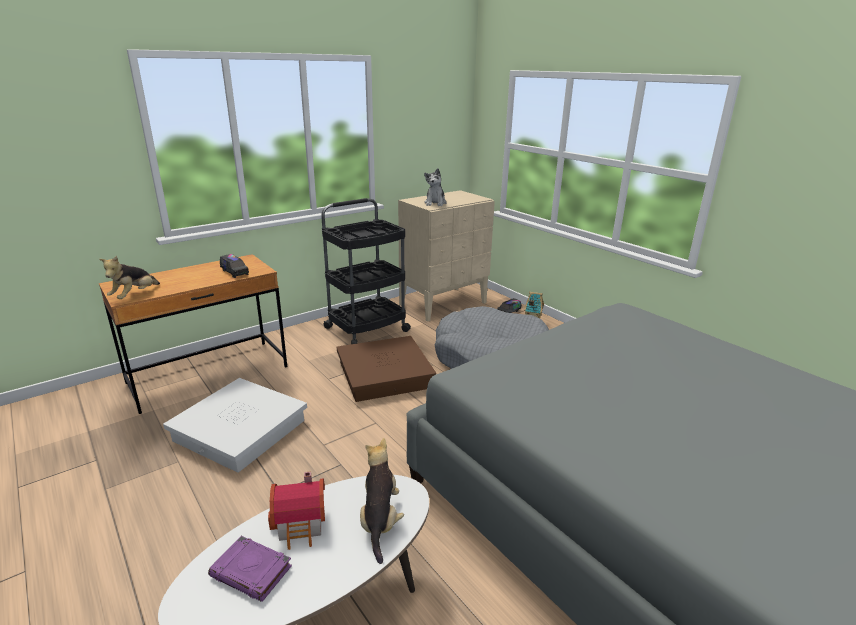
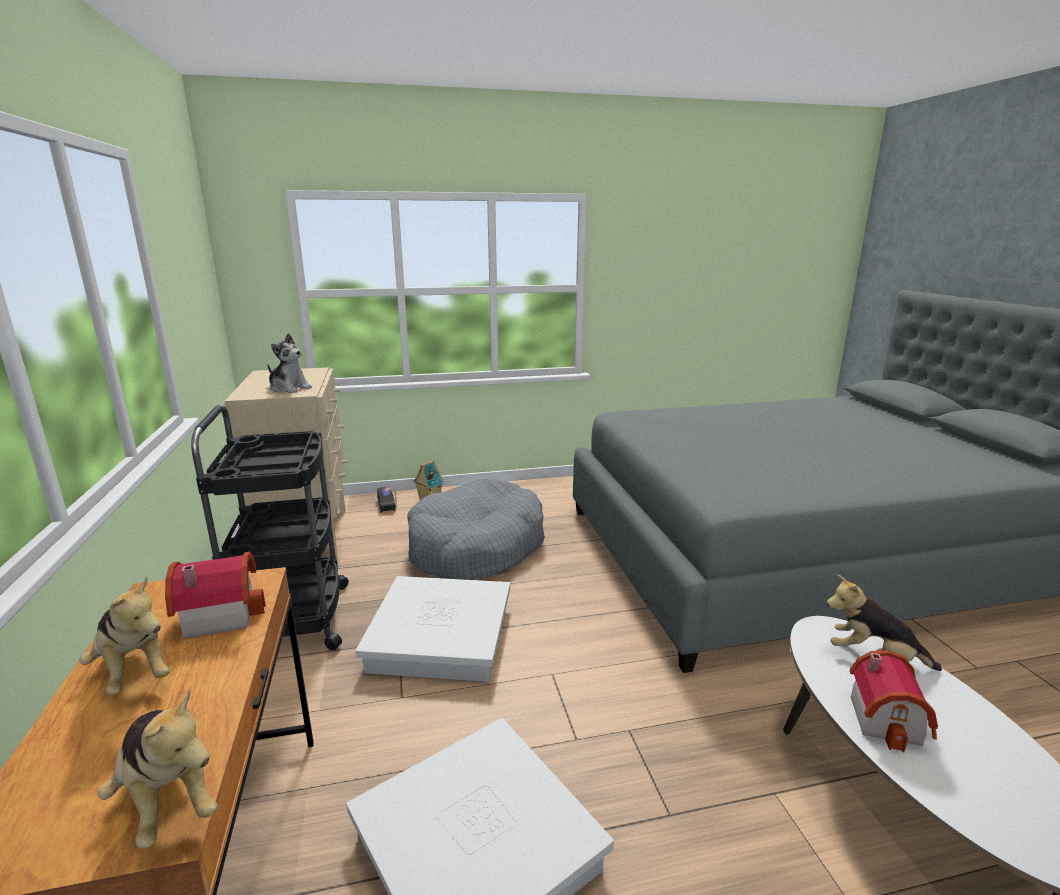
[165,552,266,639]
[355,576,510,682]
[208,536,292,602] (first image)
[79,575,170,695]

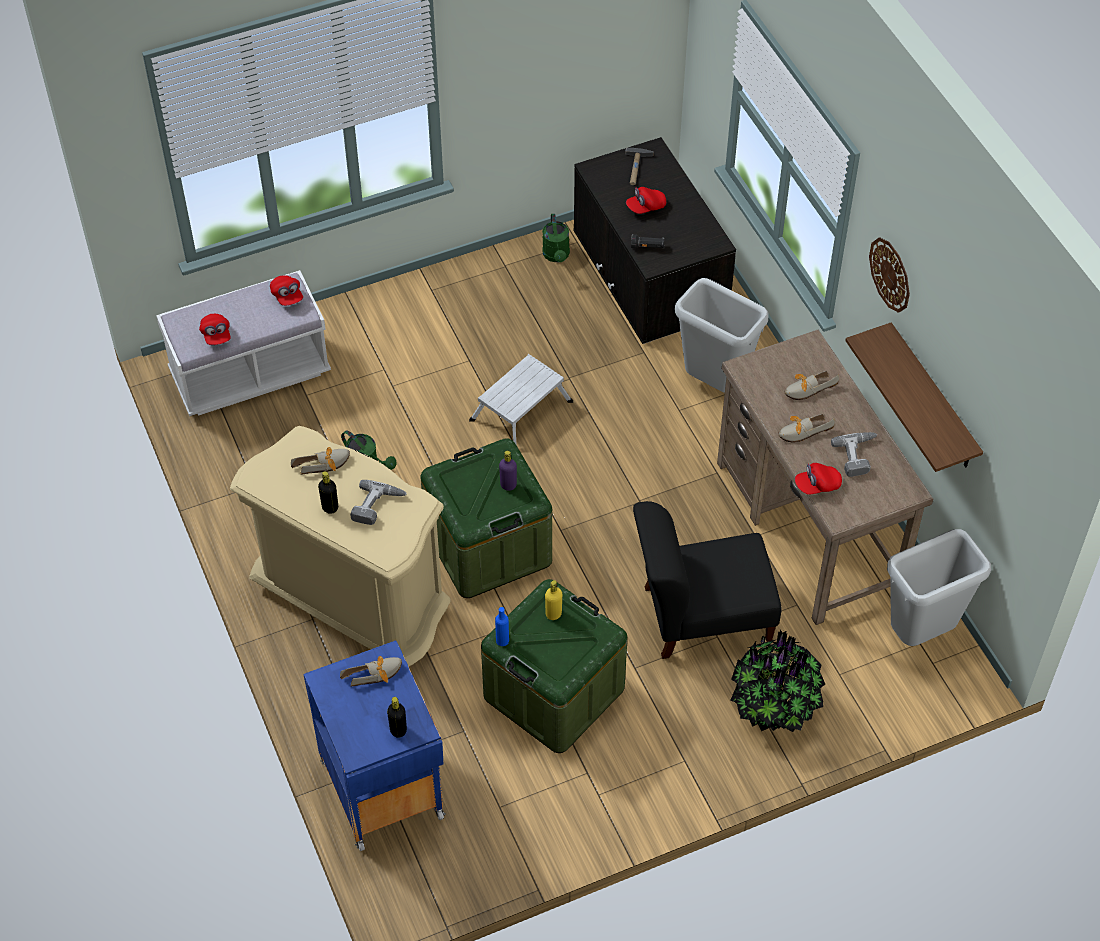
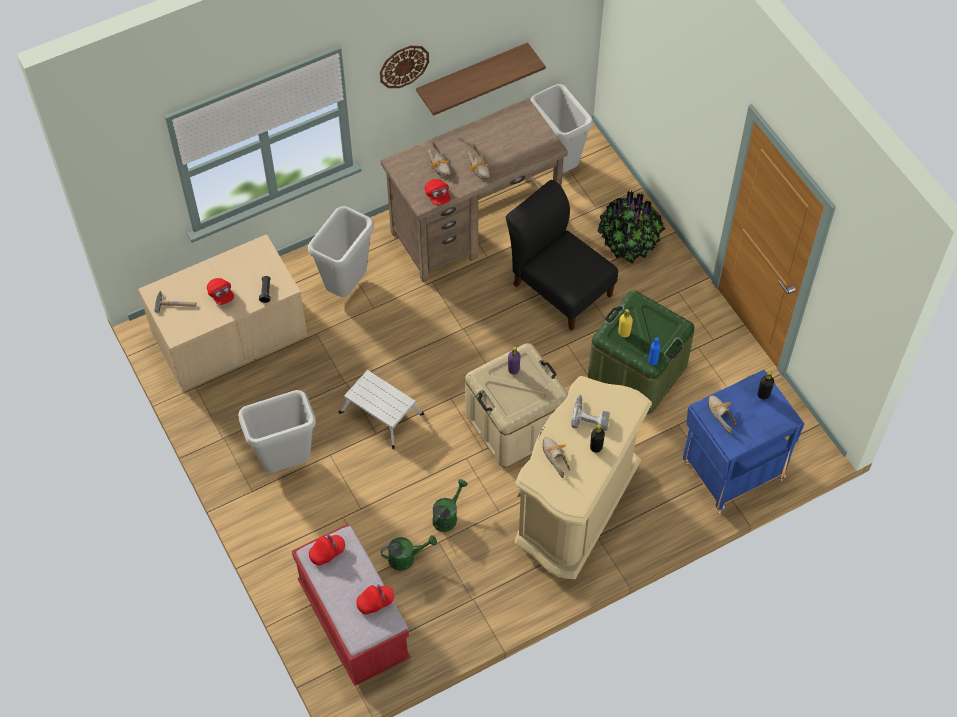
[138,234,308,391]
[381,535,437,571]
[292,524,411,686]
[831,432,877,477] (first image)
[465,343,568,467]
[425,179,451,205]
[506,180,618,331]
[238,390,316,473]

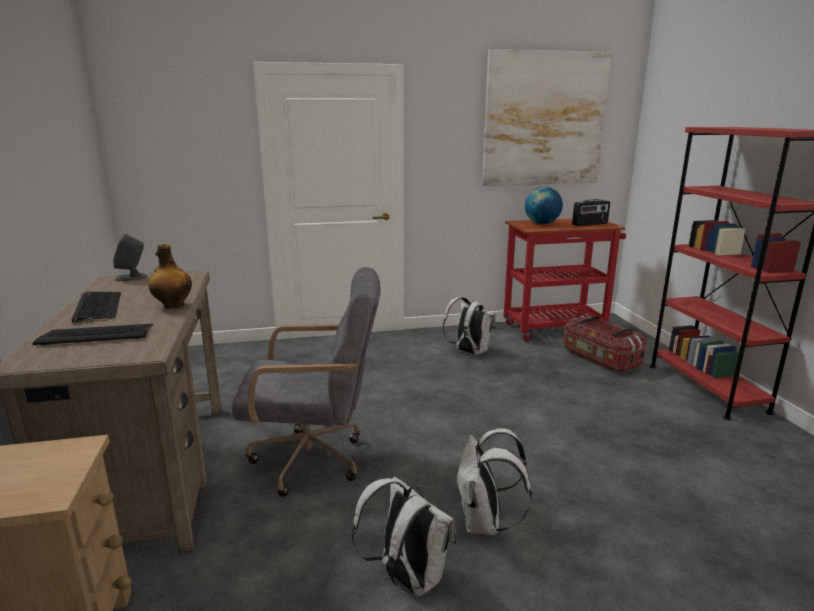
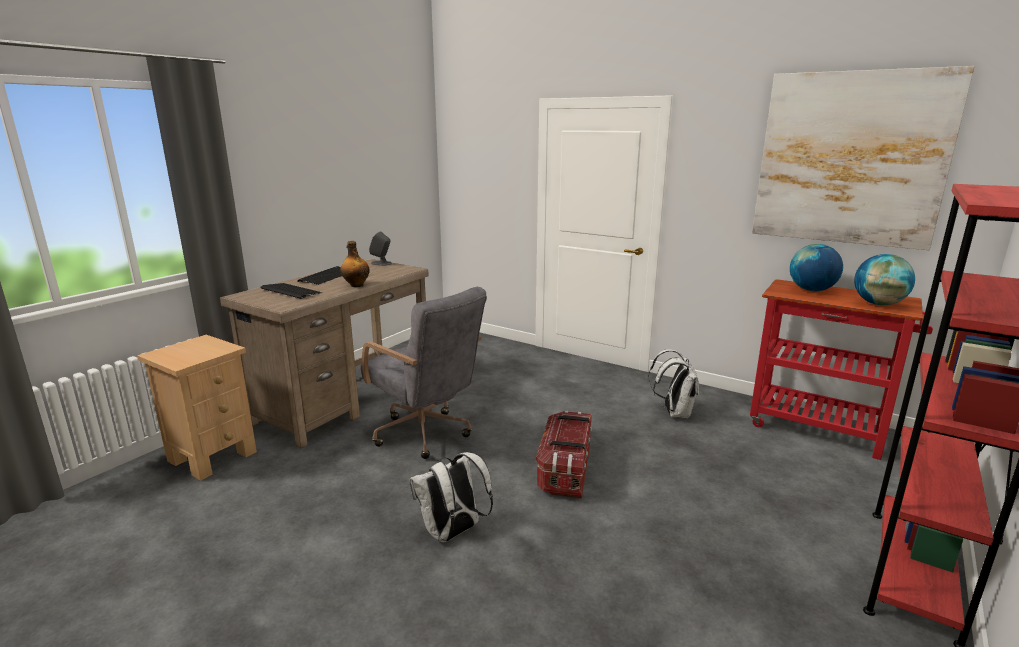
[854,254,915,305]
[536,410,592,499]
[352,476,456,597] (first image)

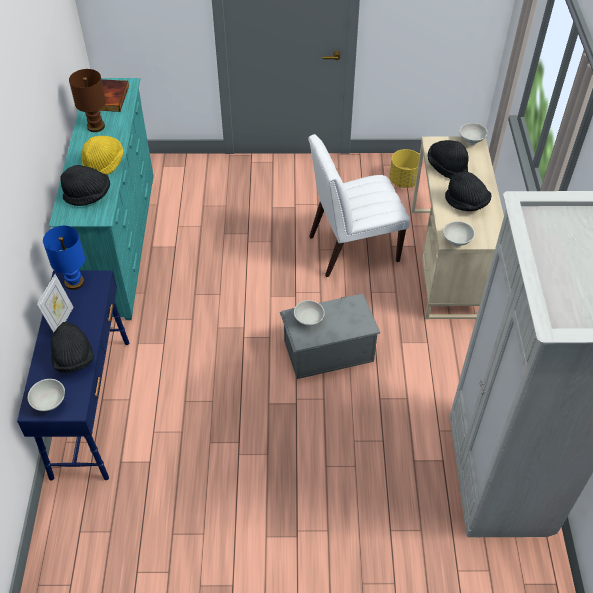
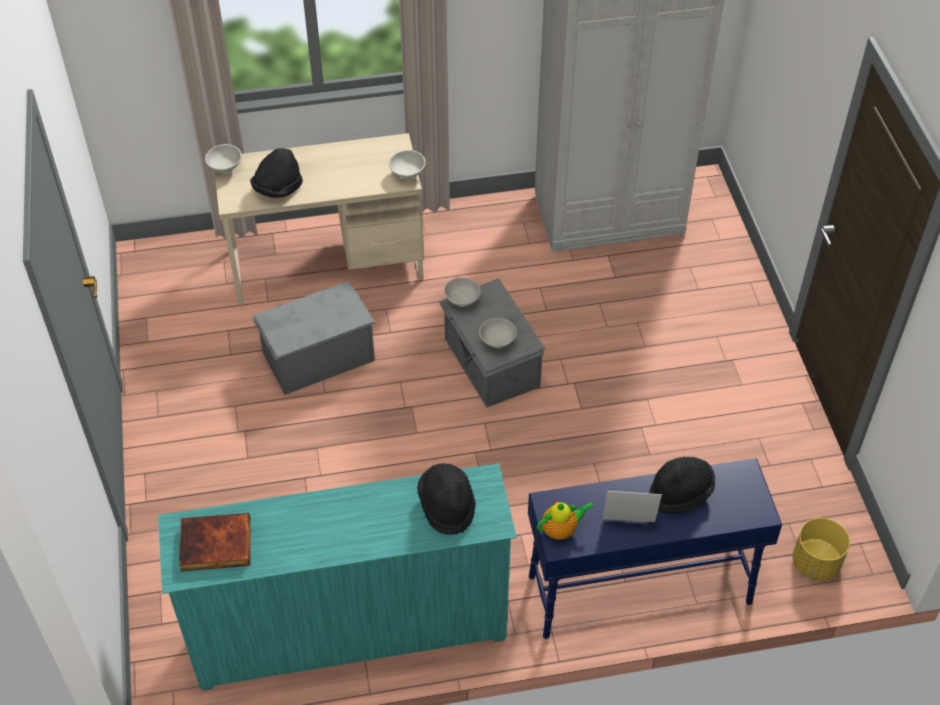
[69,69,106,132] (first image)
[252,281,375,395]
[82,136,124,175] (first image)
[793,518,850,581]
[445,172,492,211] (first image)
[537,501,594,540]
[444,277,481,307]

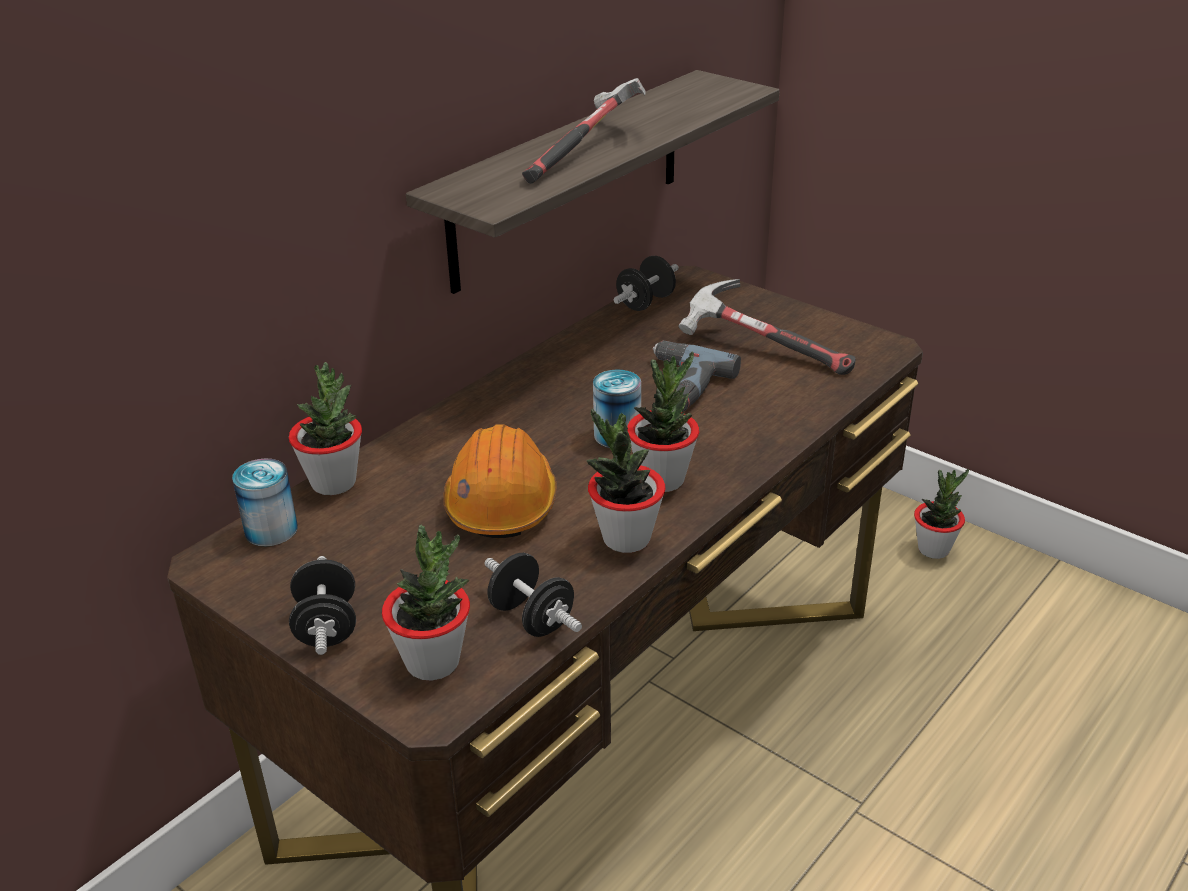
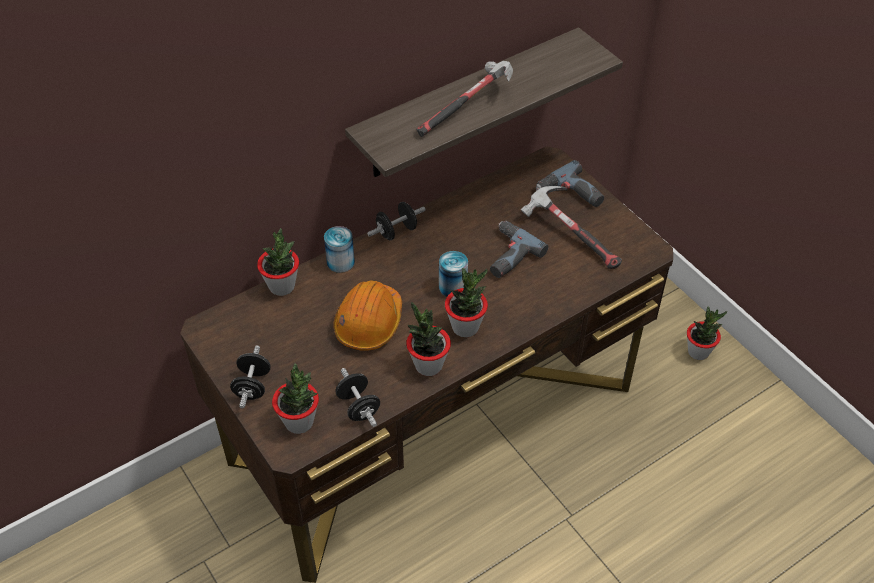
[367,202,426,240]
[324,226,355,273]
[536,160,604,207]

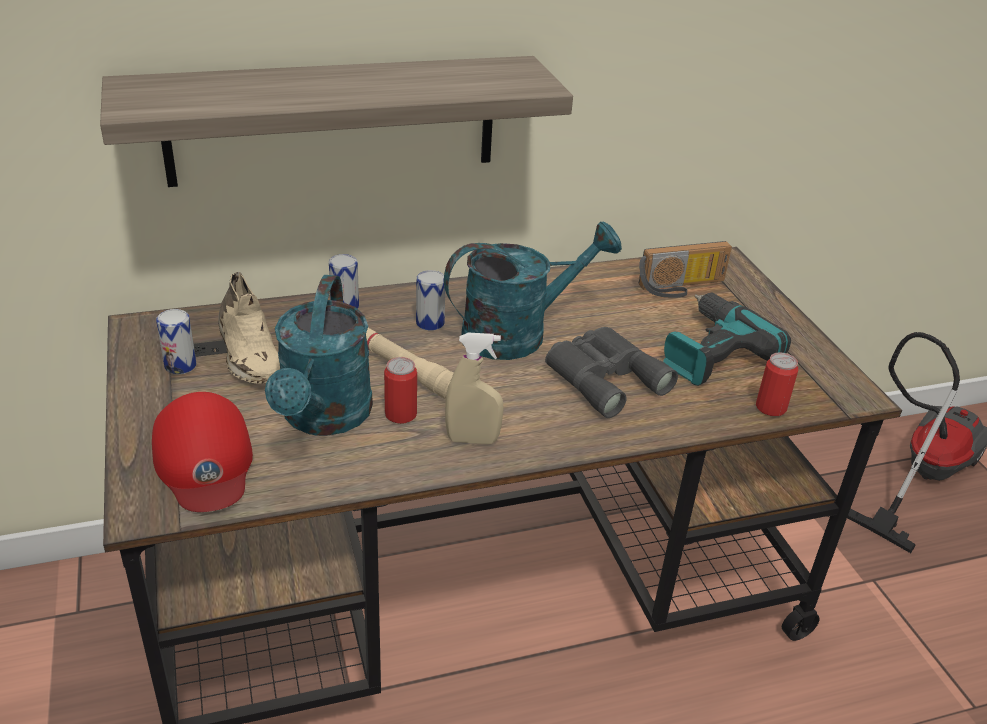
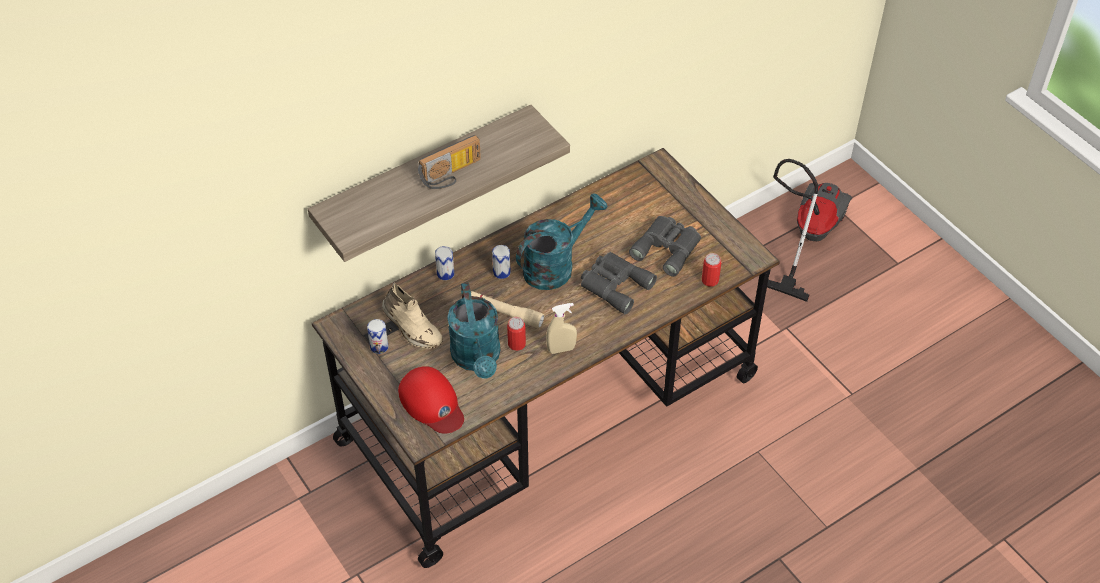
[418,135,481,189]
[629,216,701,277]

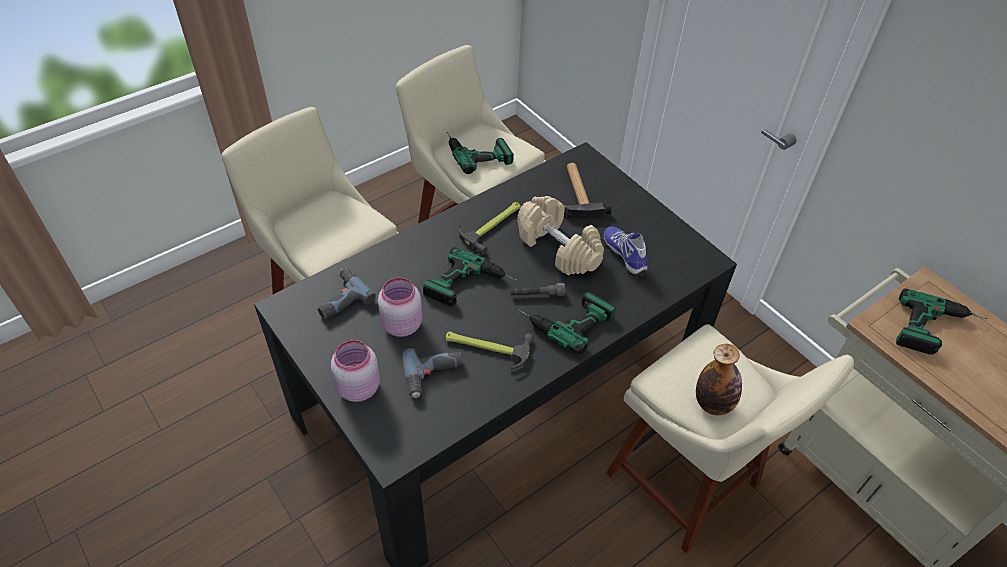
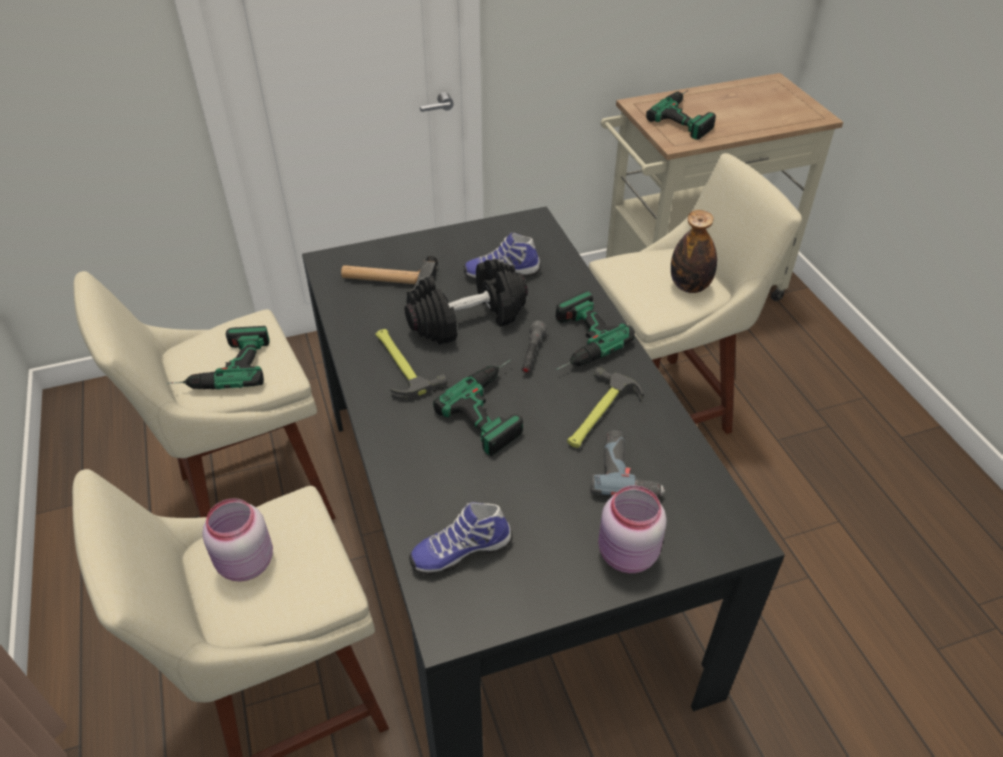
[405,259,528,345]
[409,502,512,575]
[202,498,273,581]

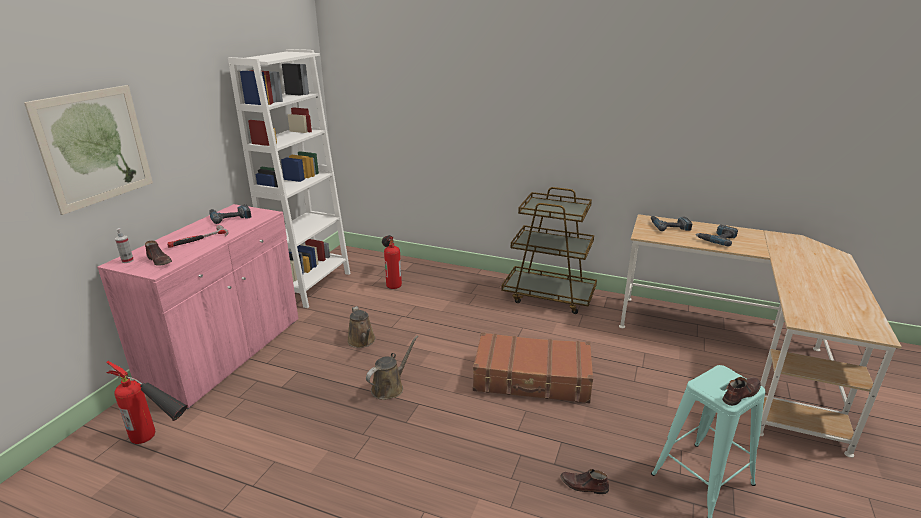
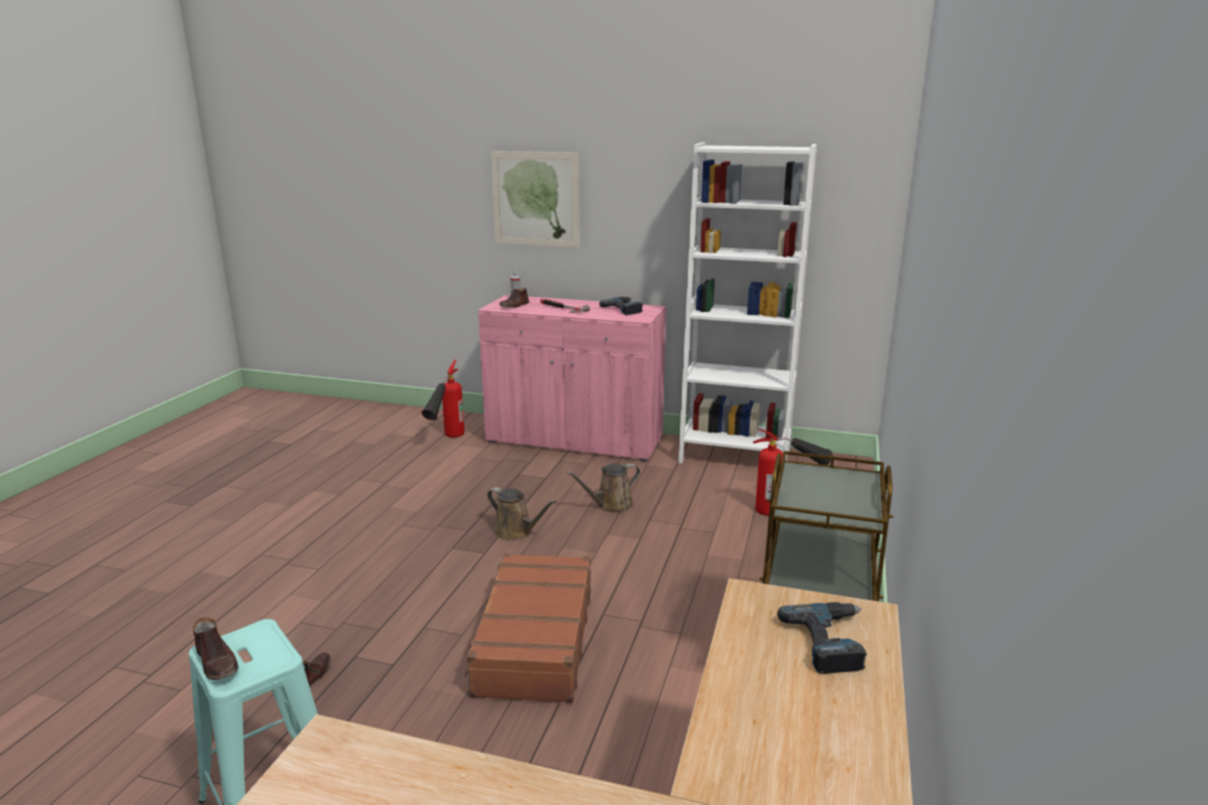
[695,225,738,246] (first image)

